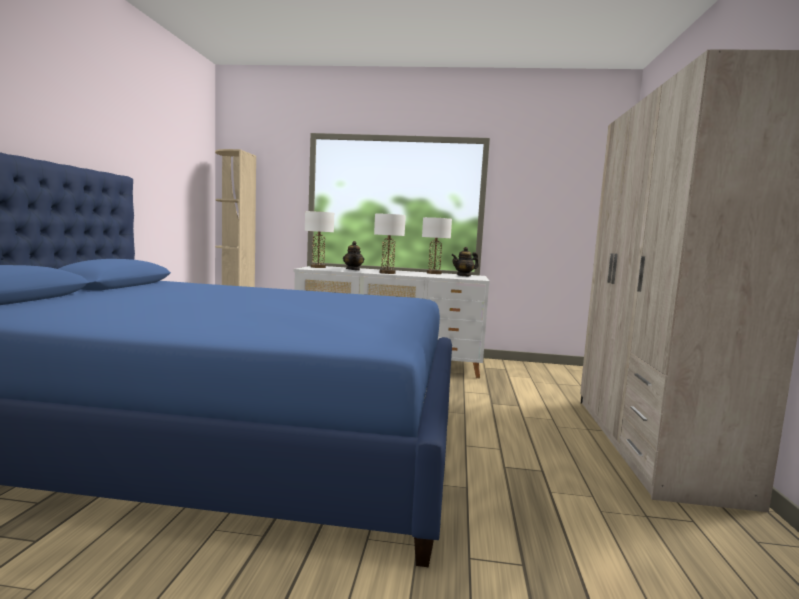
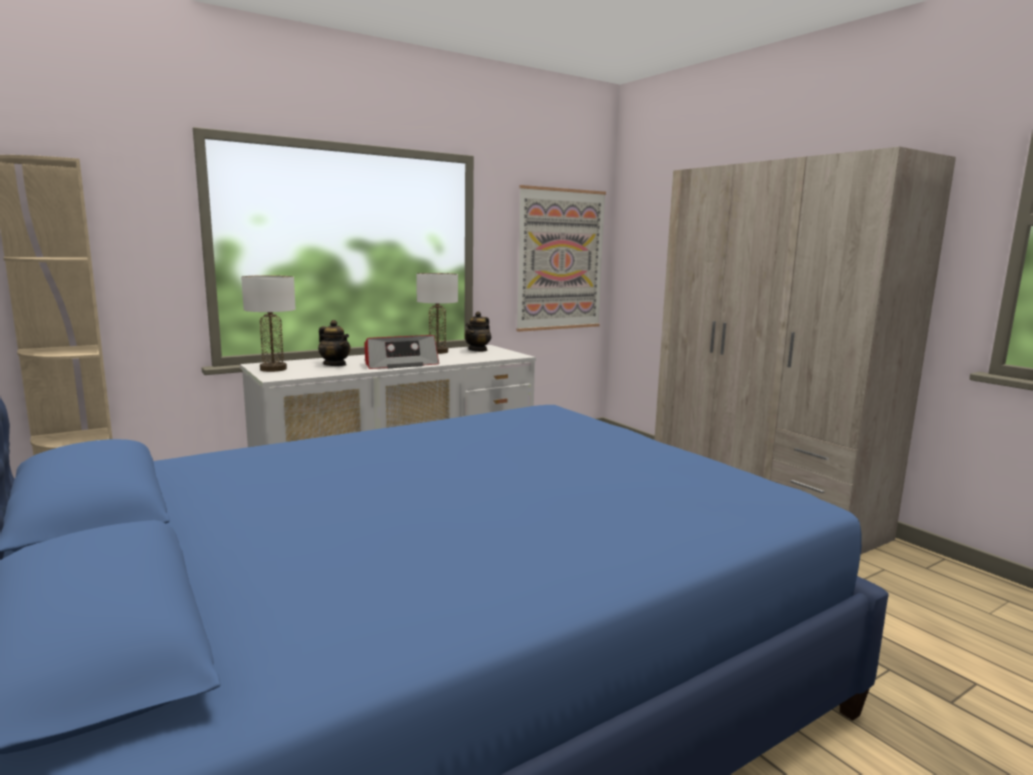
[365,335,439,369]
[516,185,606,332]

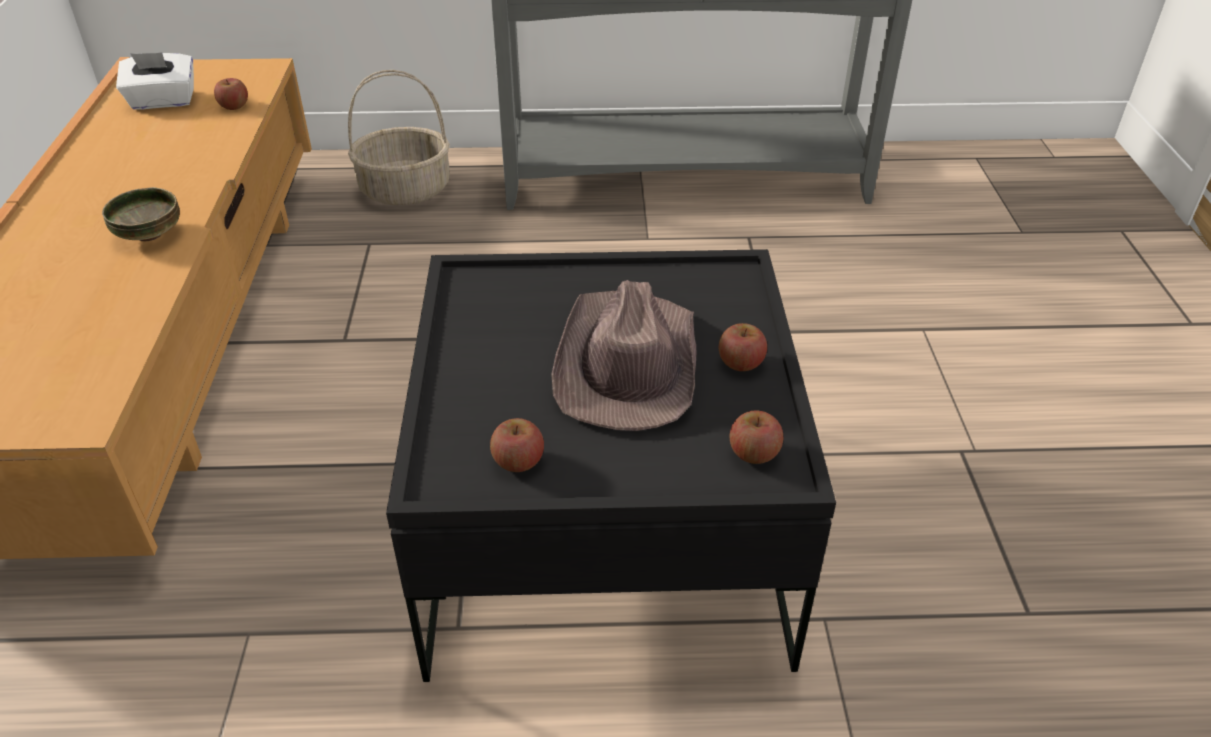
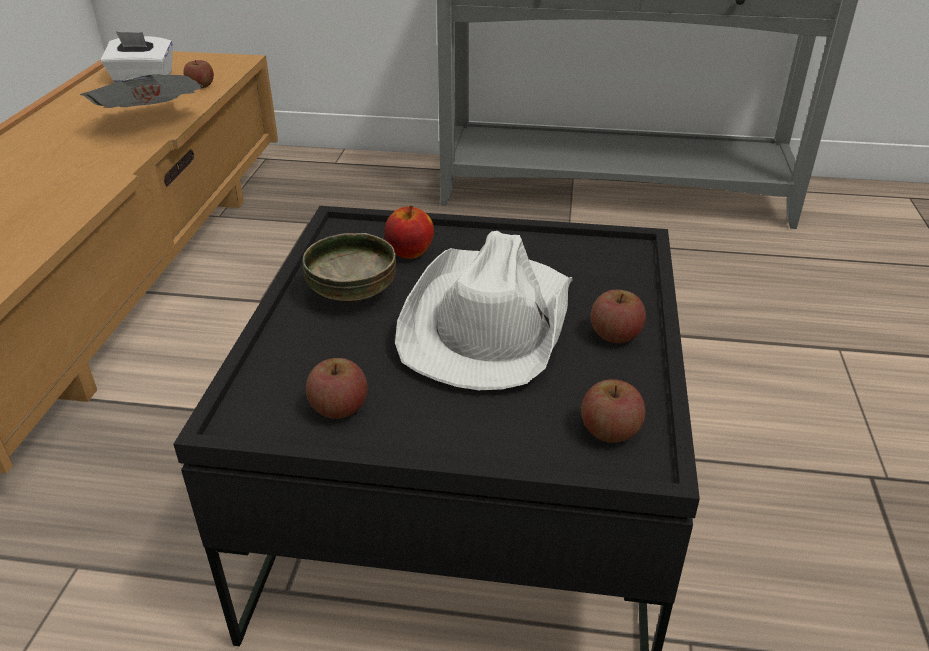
[348,70,450,205] (first image)
[302,233,396,302]
[395,231,573,390]
[80,74,203,108]
[384,205,434,259]

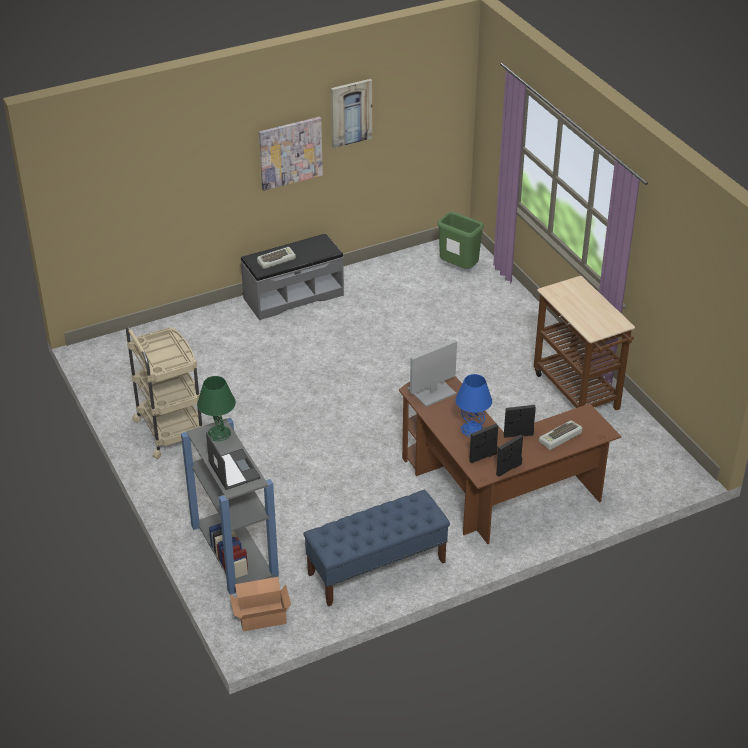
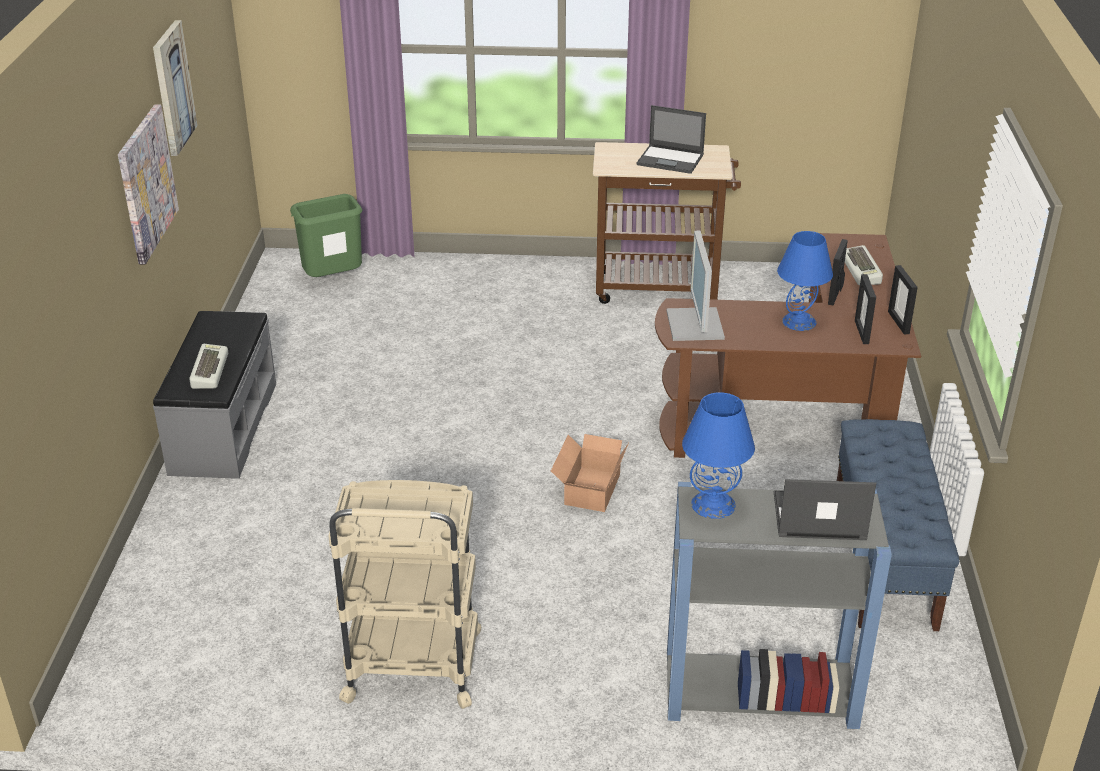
[682,392,755,519]
[551,434,629,512]
[636,105,706,174]

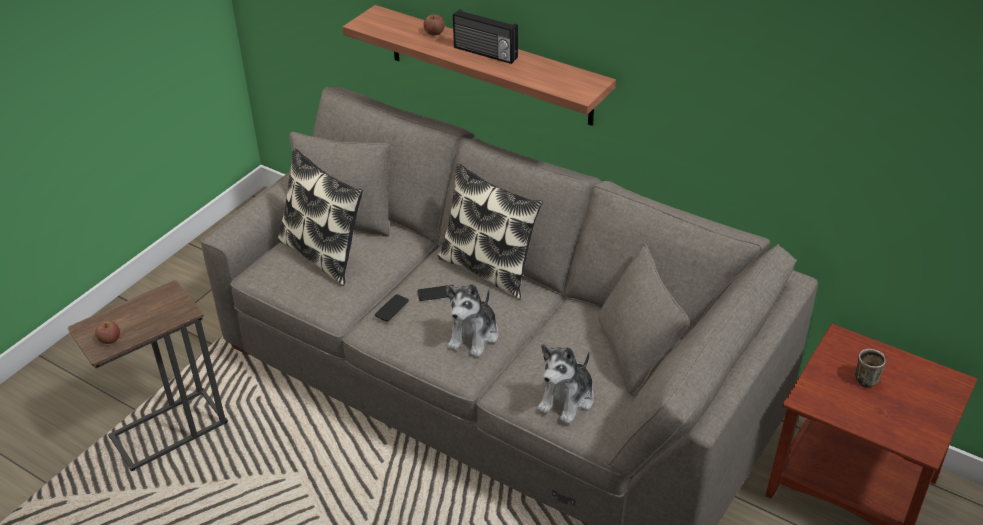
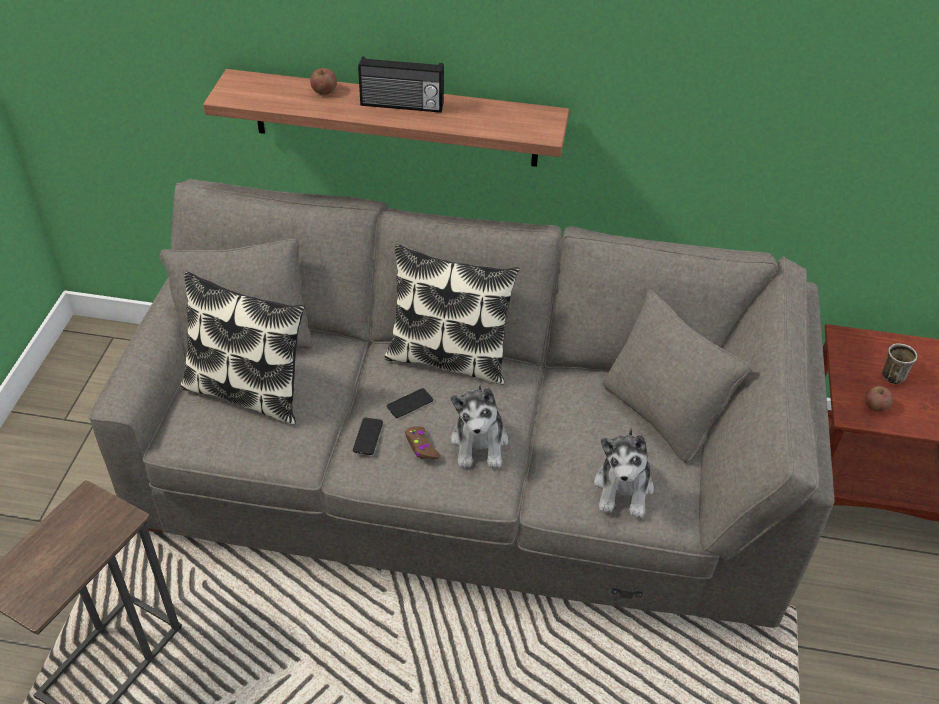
[865,386,893,412]
[405,426,440,459]

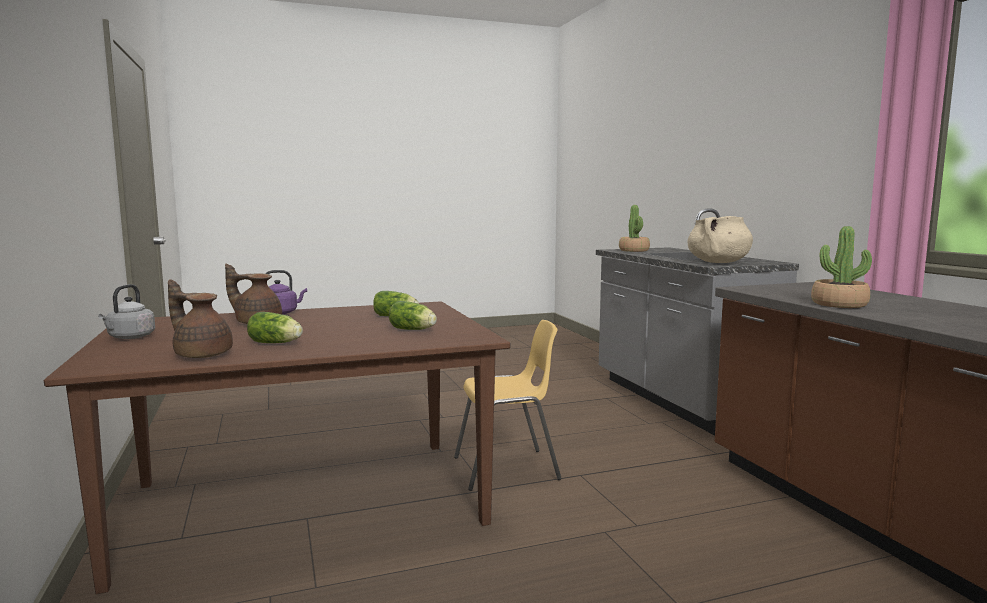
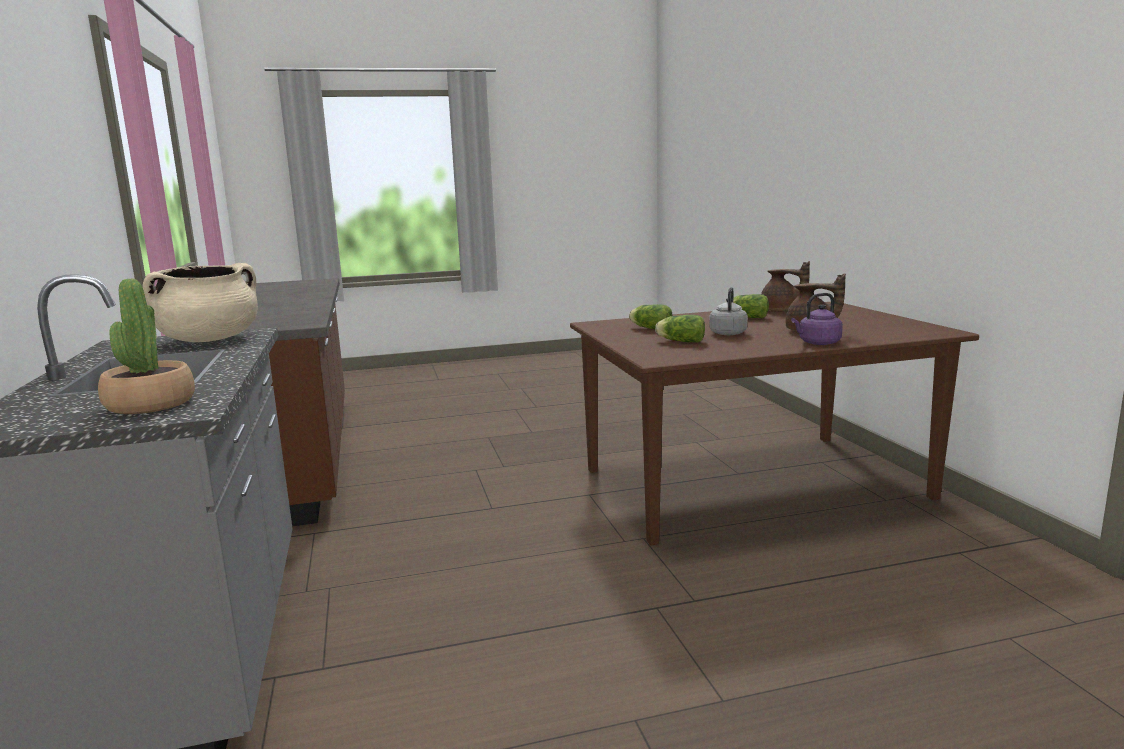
[811,226,872,308] (first image)
[709,287,748,335]
[454,320,562,491] (first image)

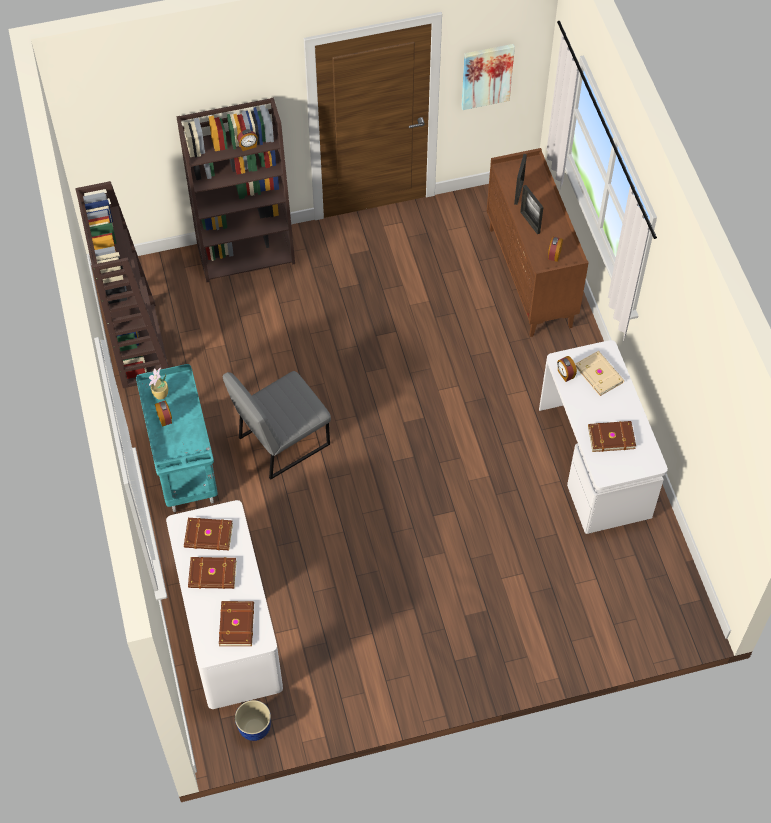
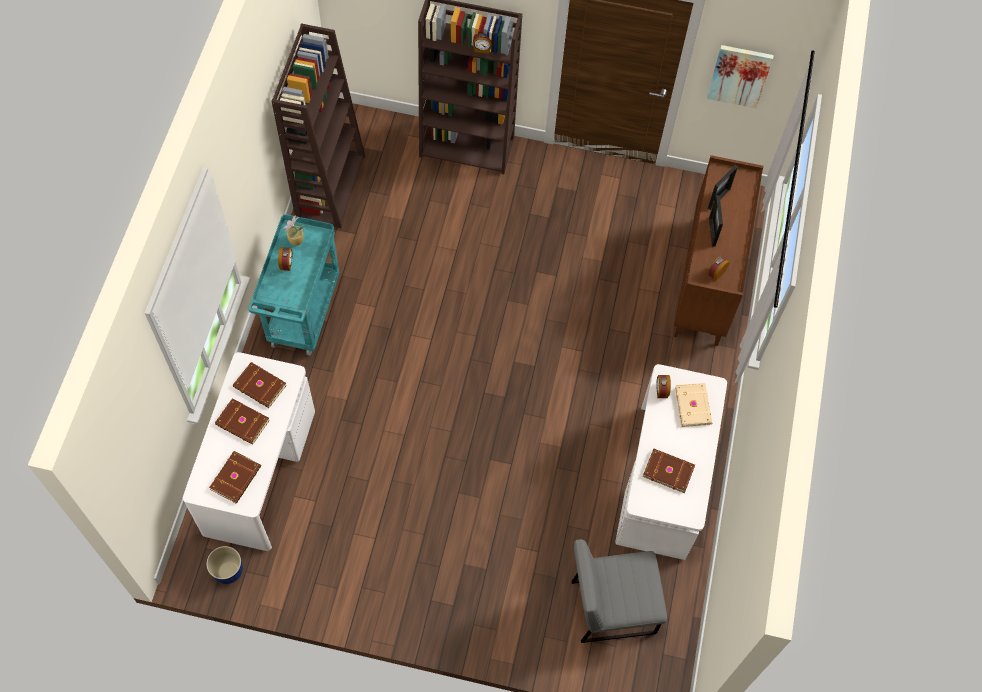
[572,539,667,643]

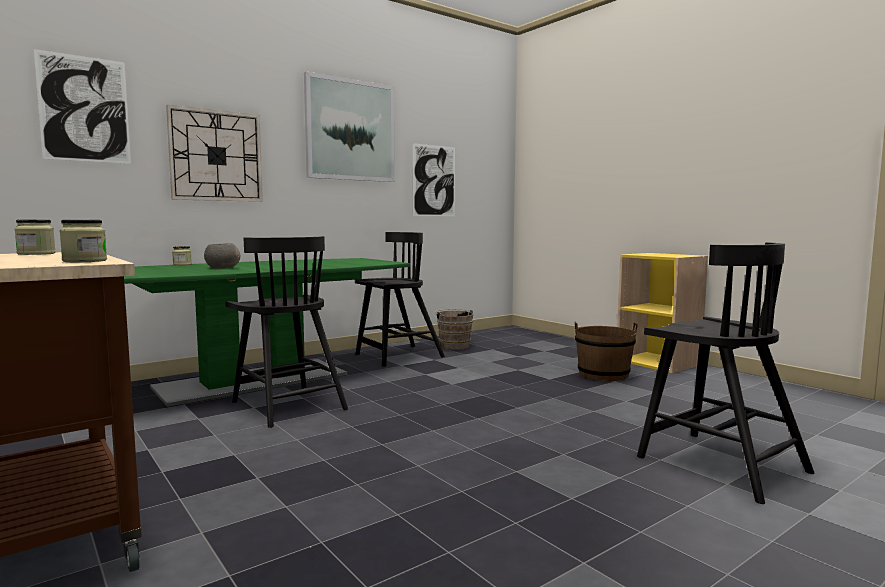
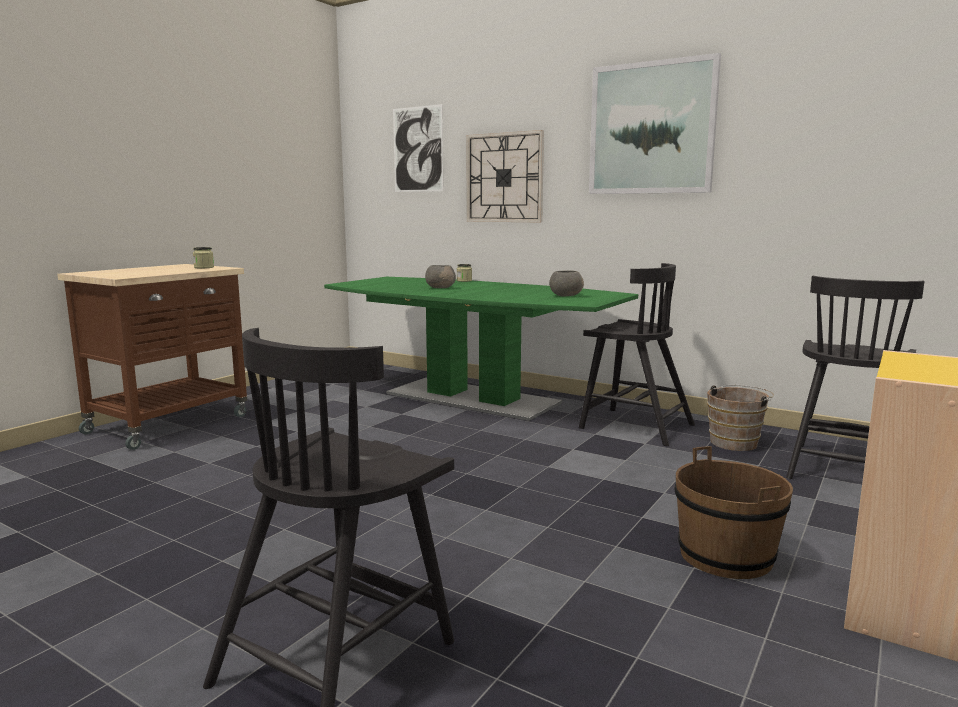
[413,143,455,216] (first image)
[59,220,107,262] (first image)
[786,276,925,479]
[549,271,584,297]

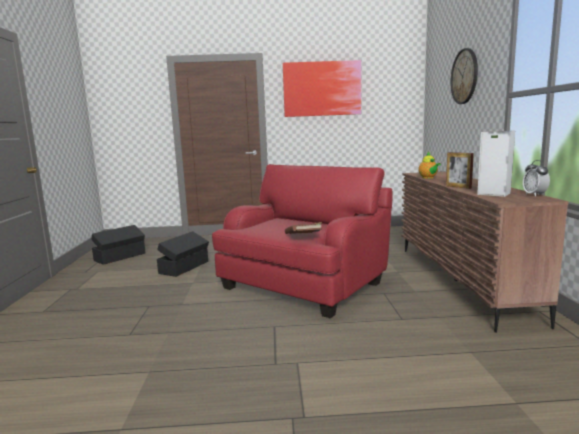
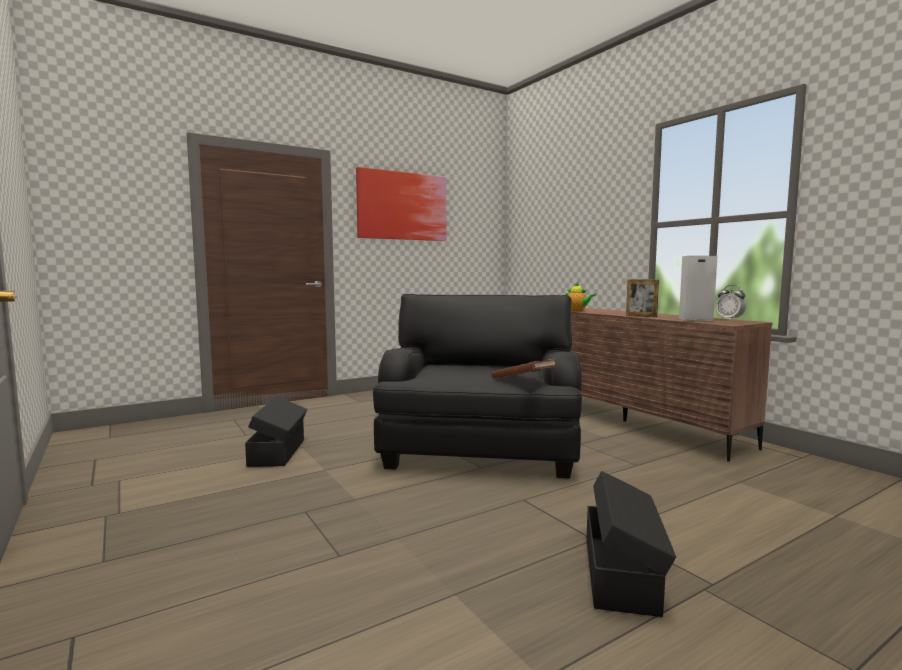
[450,48,478,104] (first image)
[373,294,582,478]
[587,471,676,617]

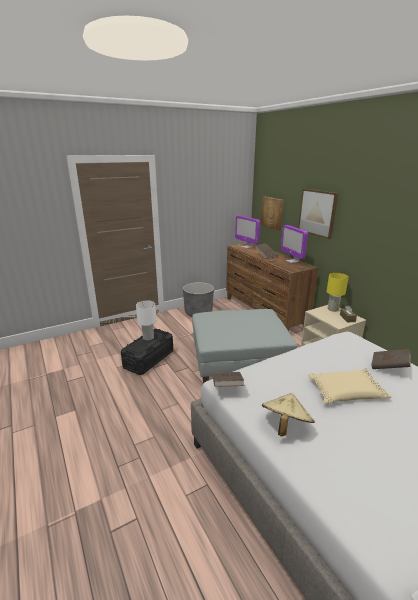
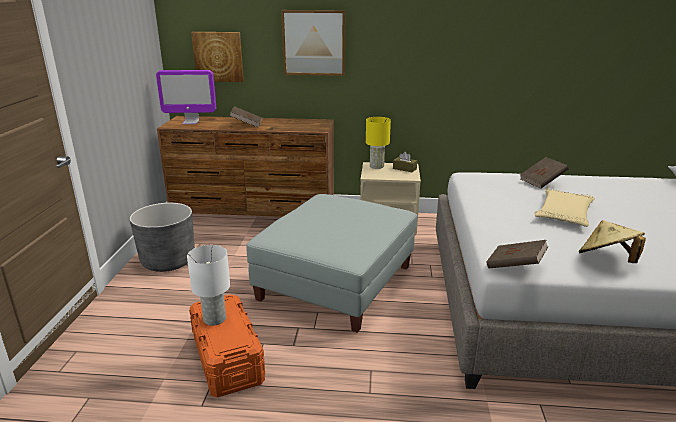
[281,225,308,263] (first image)
[189,295,265,397]

